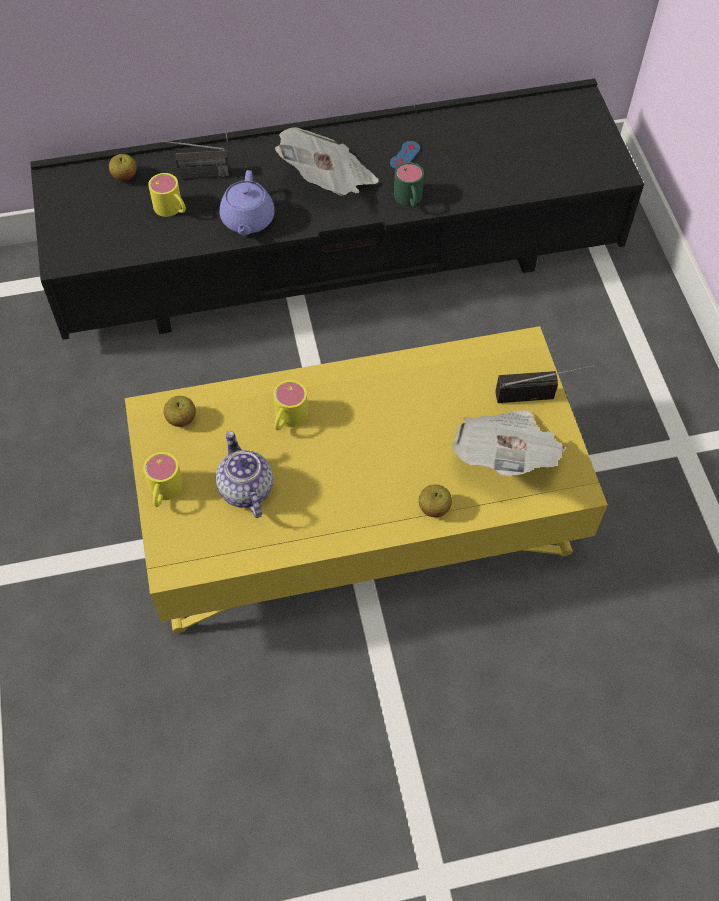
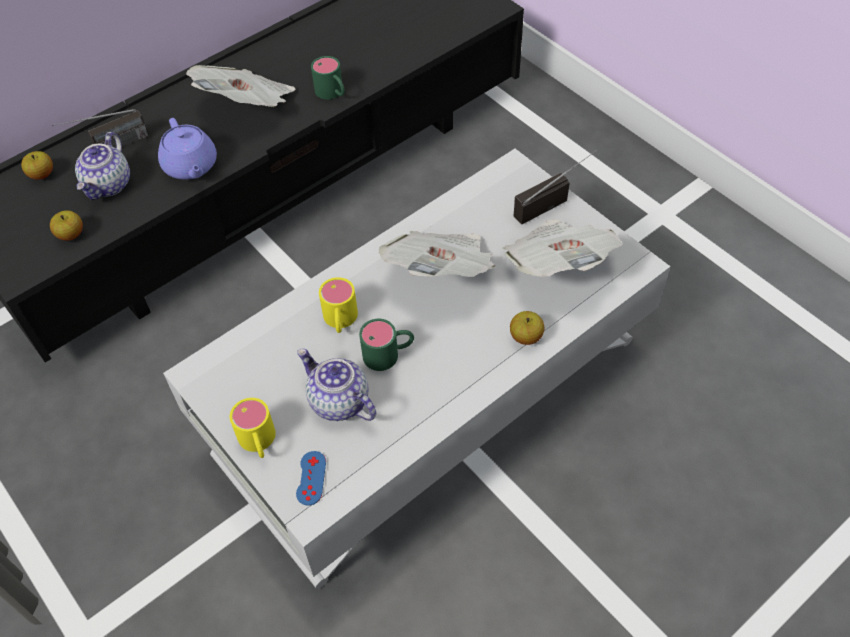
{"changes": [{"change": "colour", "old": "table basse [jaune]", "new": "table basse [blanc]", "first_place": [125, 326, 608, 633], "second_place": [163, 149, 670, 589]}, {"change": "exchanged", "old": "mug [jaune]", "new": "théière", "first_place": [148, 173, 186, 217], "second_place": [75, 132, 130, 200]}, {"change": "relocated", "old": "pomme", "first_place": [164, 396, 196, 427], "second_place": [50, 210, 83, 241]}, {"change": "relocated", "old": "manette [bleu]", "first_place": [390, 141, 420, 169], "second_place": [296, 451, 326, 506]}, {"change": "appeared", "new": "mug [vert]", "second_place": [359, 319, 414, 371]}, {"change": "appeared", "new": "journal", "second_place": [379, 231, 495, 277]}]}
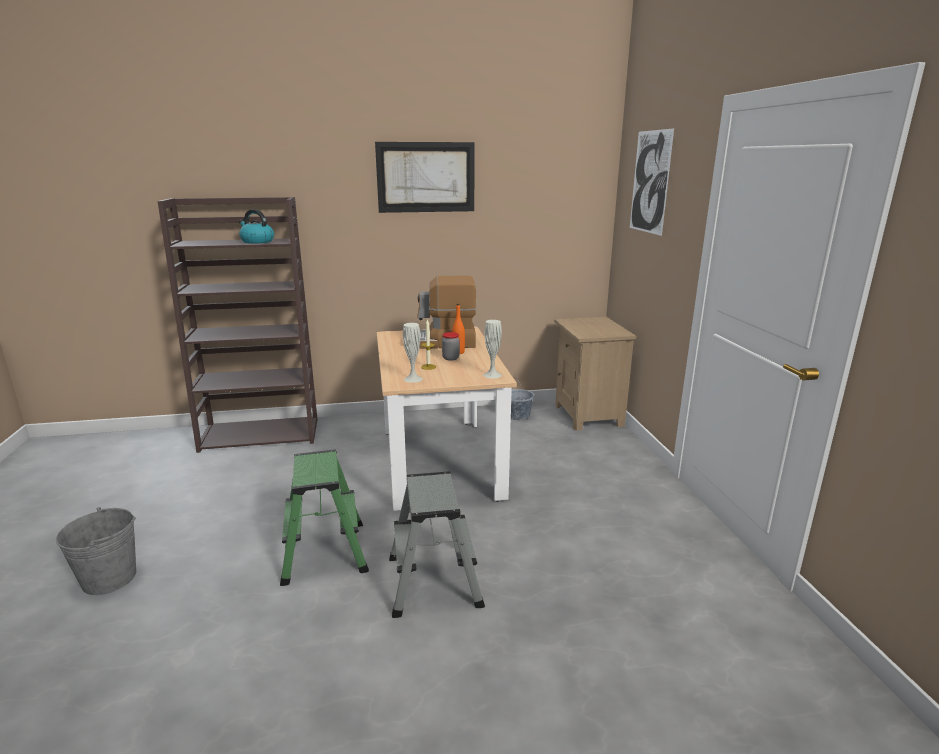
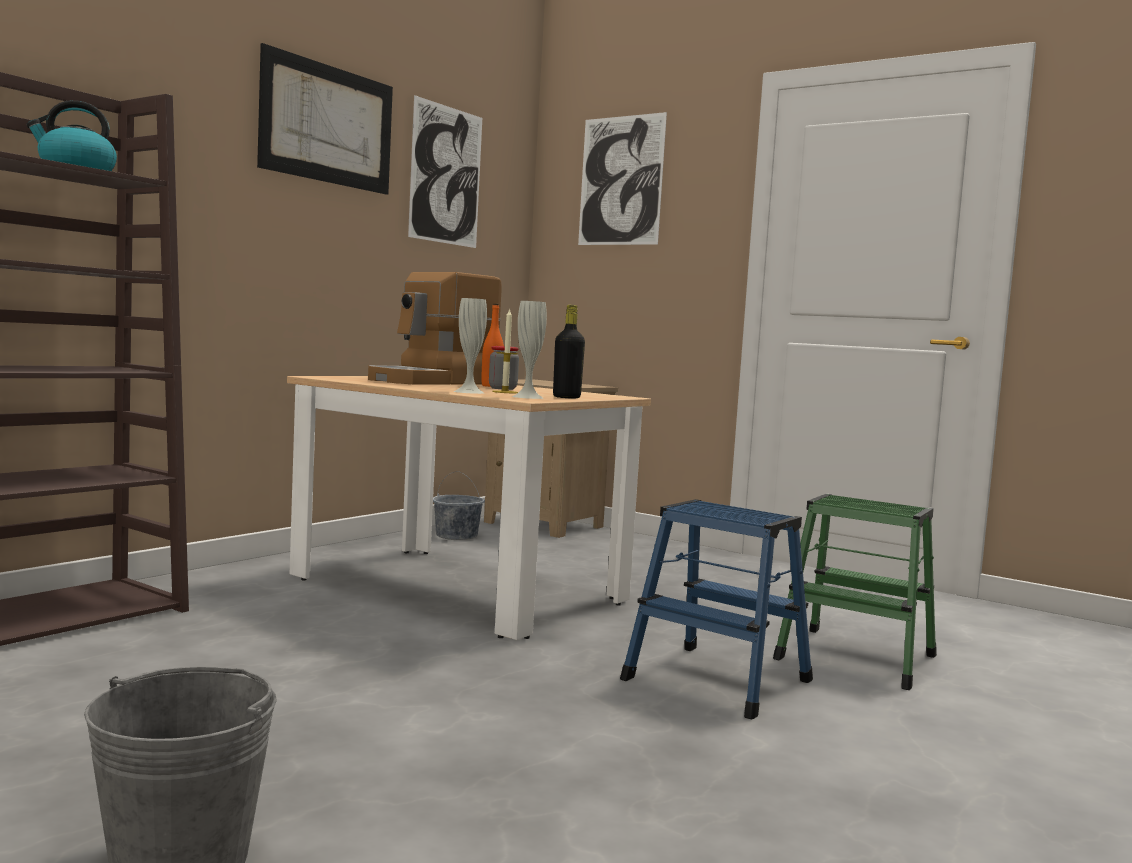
{"changes": [{"change": "relocated", "old": "escabeau [vert]", "first_place": [280, 449, 369, 586], "second_place": [773, 494, 937, 690]}, {"change": "colour", "old": "escabeau [gris]", "new": "escabeau [bleu]", "first_place": [389, 471, 485, 618], "second_place": [620, 499, 813, 719]}, {"change": "relocated", "old": "vase [blanc]", "first_place": [483, 320, 502, 378], "second_place": [454, 298, 487, 394]}, {"change": "appeared", "new": "tableau", "second_place": [408, 95, 482, 248]}, {"change": "appeared", "new": "bouteille [noir]", "second_place": [553, 305, 585, 398]}]}
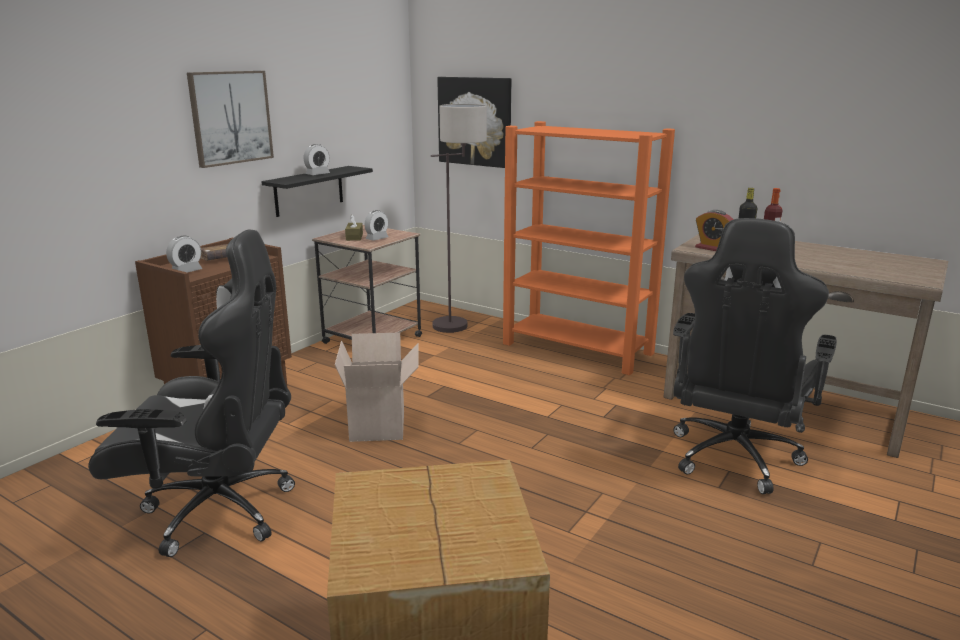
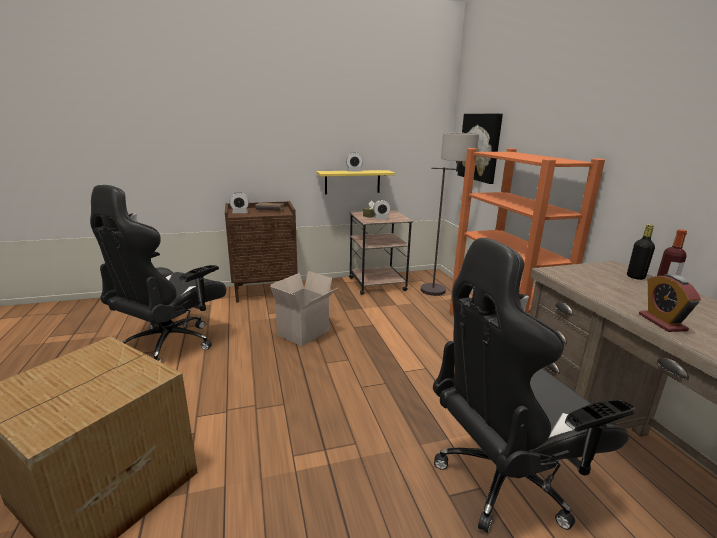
{"changes": [{"change": "spun", "old": "chaise de bureau [noir]", "first_place": [88, 230, 295, 557], "second_place": [90, 185, 226, 362], "degrees": 75}, {"change": "missing", "old": "tableau", "first_place": [187, 71, 274, 168]}, {"change": "colour", "old": "étagère [noir]", "new": "étagère [jaune]", "first_place": [261, 166, 373, 217], "second_place": [316, 170, 395, 194]}, {"change": "relocated", "old": "réveil", "first_place": [695, 210, 734, 251], "second_place": [639, 274, 701, 332]}]}
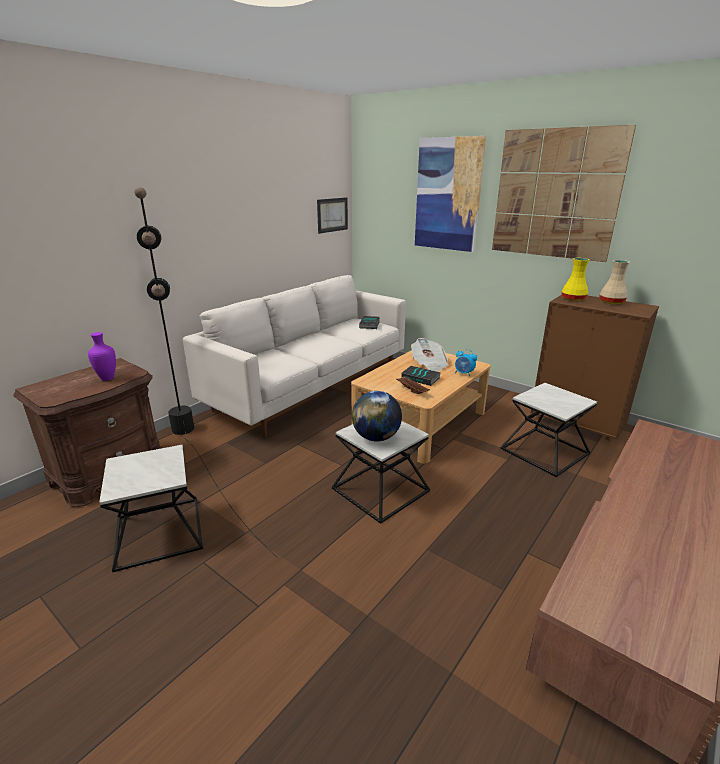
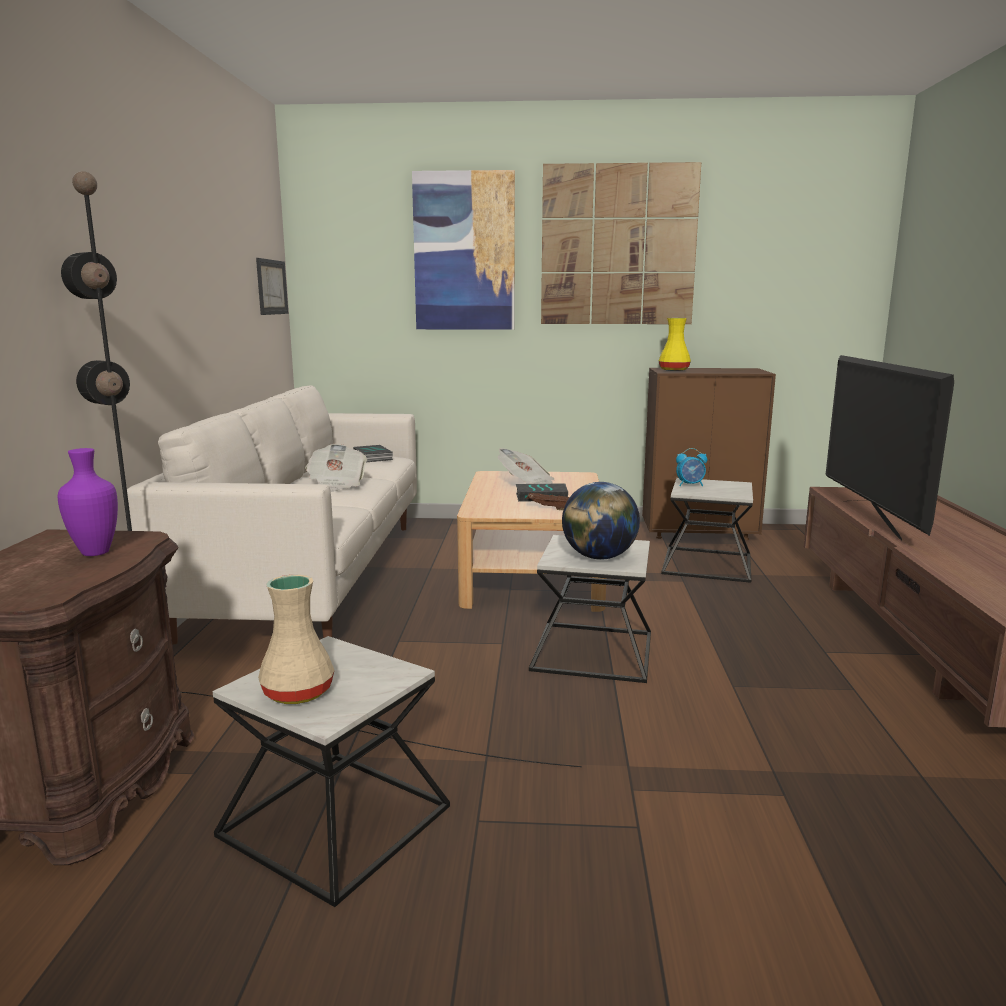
{"changes": [{"change": "relocated", "old": "réveil", "first_place": [455, 349, 477, 376], "second_place": [676, 448, 707, 486]}, {"change": "relocated", "old": "vase [beige]", "first_place": [599, 260, 630, 304], "second_place": [258, 575, 334, 704]}, {"change": "appeared", "new": "journal", "second_place": [305, 444, 367, 492]}, {"change": "appeared", "new": "téléviseur", "second_place": [826, 355, 954, 540]}]}
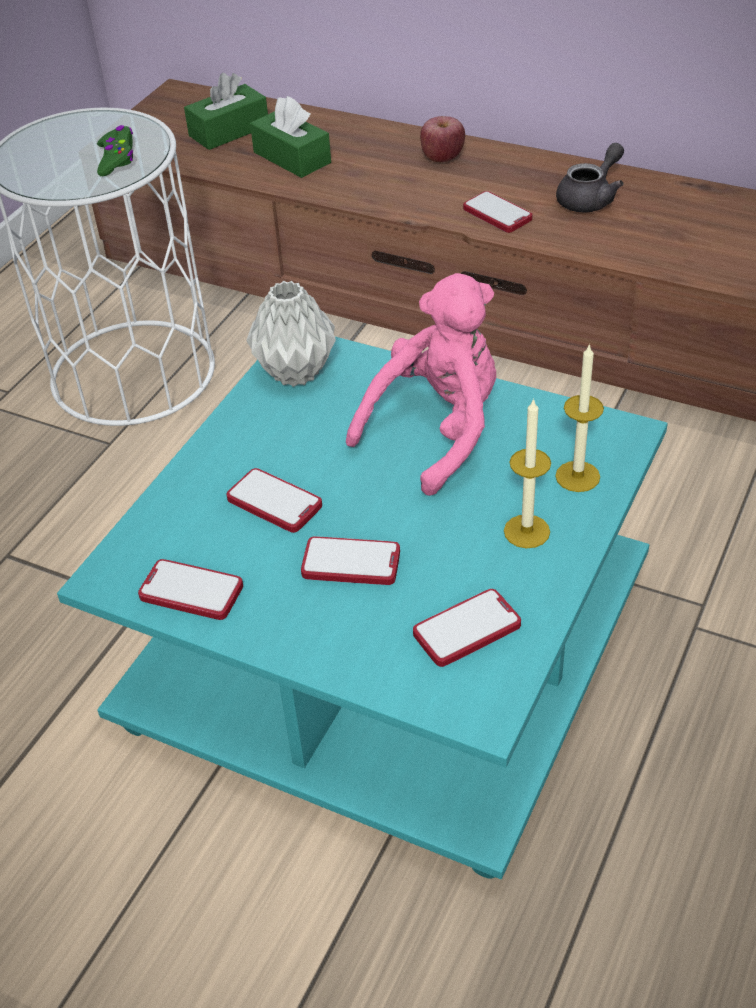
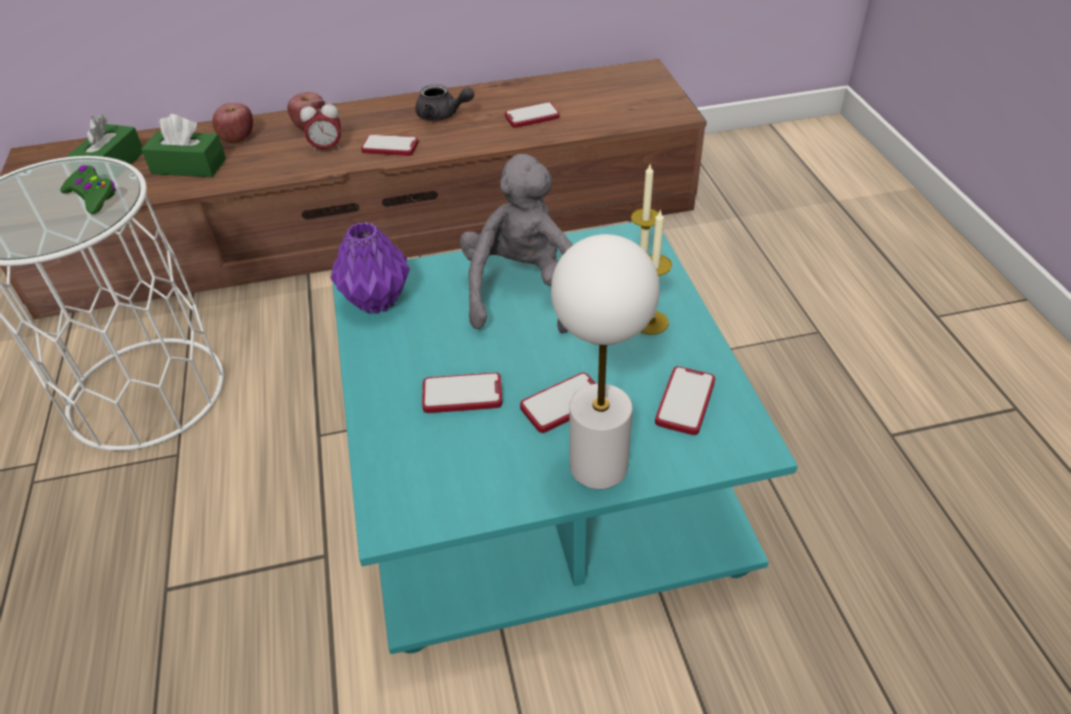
{"changes": [{"change": "relocated", "old": "téléphone", "first_place": [138, 559, 243, 620], "second_place": [505, 102, 560, 128]}, {"change": "colour", "old": "vase [gris]", "new": "vase [violet]", "first_place": [246, 281, 336, 387], "second_place": [330, 222, 410, 314]}, {"change": "colour", "old": "peluche [rose]", "new": "peluche [gris]", "first_place": [346, 273, 496, 496], "second_place": [460, 154, 573, 333]}, {"change": "spun", "old": "théière [gris]", "first_place": [556, 143, 624, 212], "second_place": [415, 84, 474, 121], "degrees": 105}, {"change": "appeared", "new": "pomme", "second_place": [212, 103, 253, 143]}, {"change": "appeared", "new": "réveil", "second_place": [300, 99, 341, 153]}, {"change": "appeared", "new": "lampe de table [blanc]", "second_place": [551, 234, 660, 489]}]}
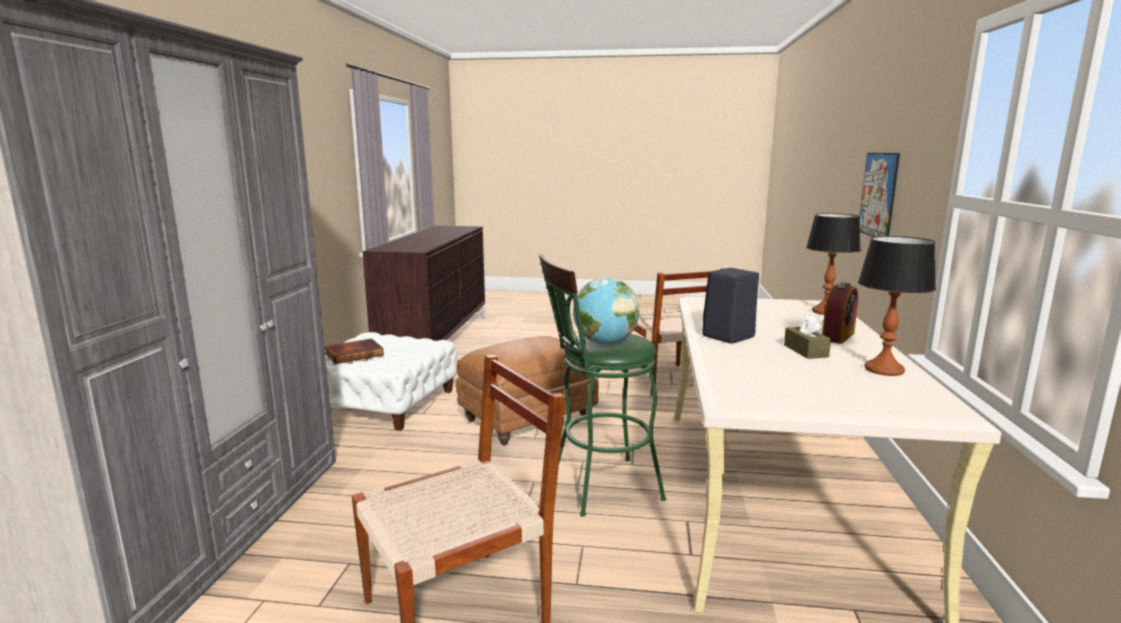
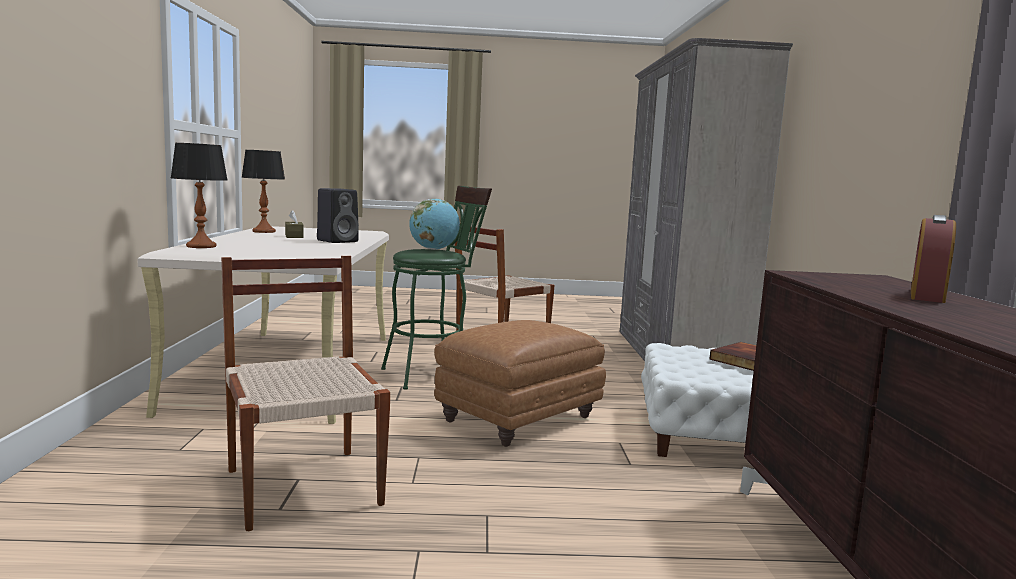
{"changes": [{"change": "relocated", "old": "réveil", "first_place": [822, 282, 858, 344], "second_place": [911, 215, 956, 303]}, {"change": "missing", "old": "tableau", "first_place": [859, 153, 900, 237]}]}
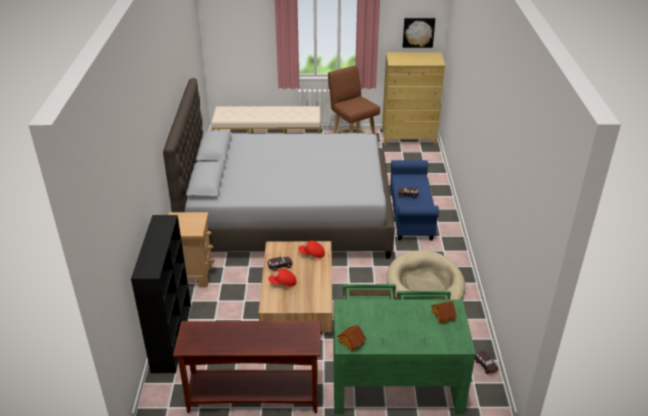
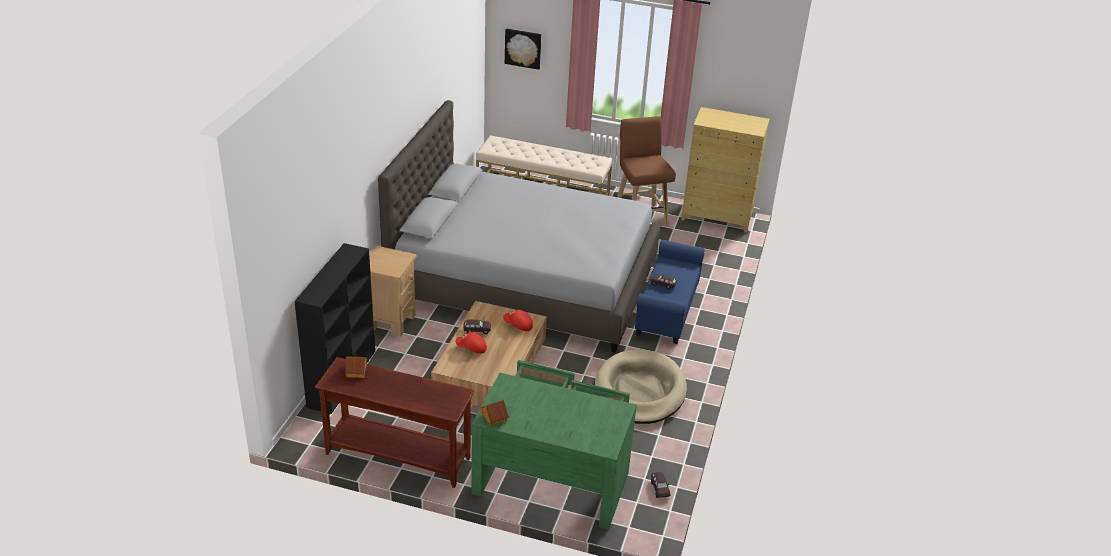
{"changes": [{"change": "relocated", "old": "tableau", "first_place": [402, 18, 435, 48], "second_place": [505, 28, 541, 70]}, {"change": "relocated", "old": "maison miniature", "first_place": [431, 301, 457, 324], "second_place": [345, 357, 367, 378]}]}
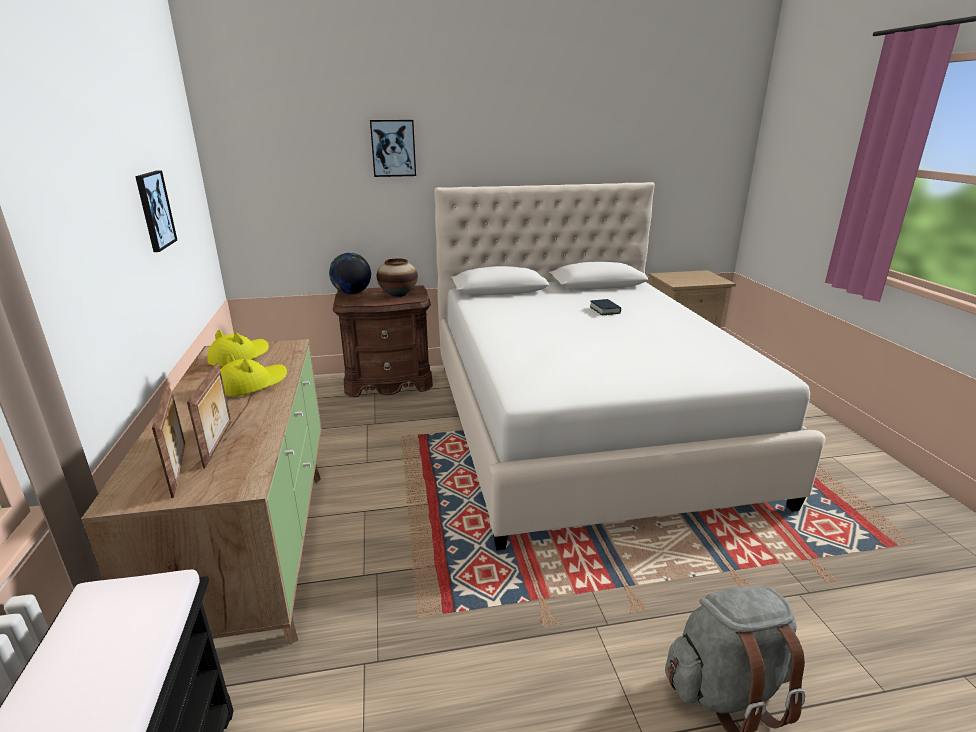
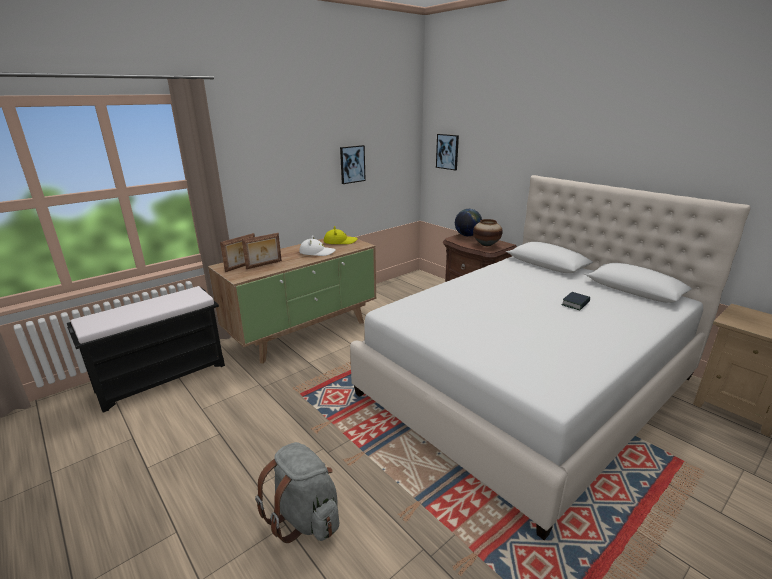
{"changes": [{"change": "colour", "old": "chapeau [jaune]", "new": "chapeau [blanc]", "first_place": [220, 354, 287, 396], "second_place": [299, 235, 336, 256]}, {"change": "relocated", "old": "tableau", "first_place": [370, 120, 416, 177], "second_place": [436, 134, 459, 170]}]}
